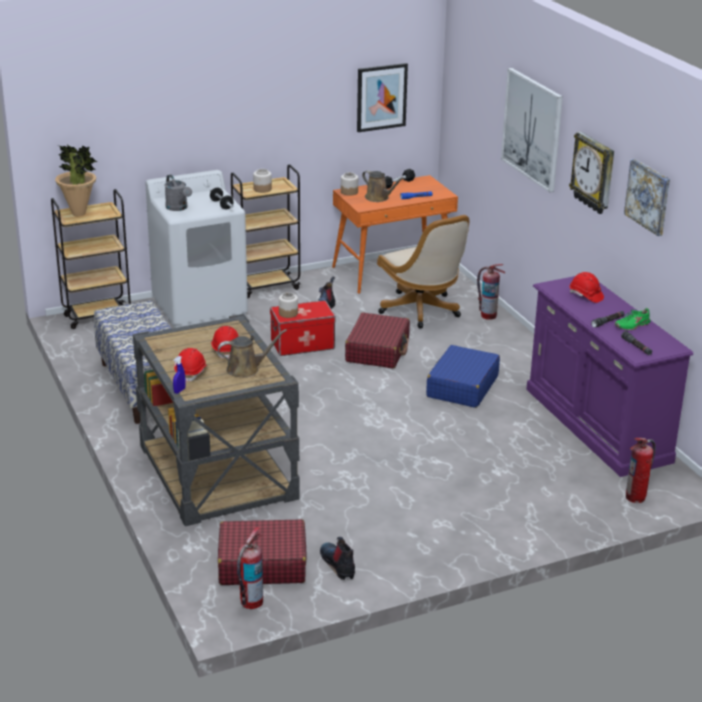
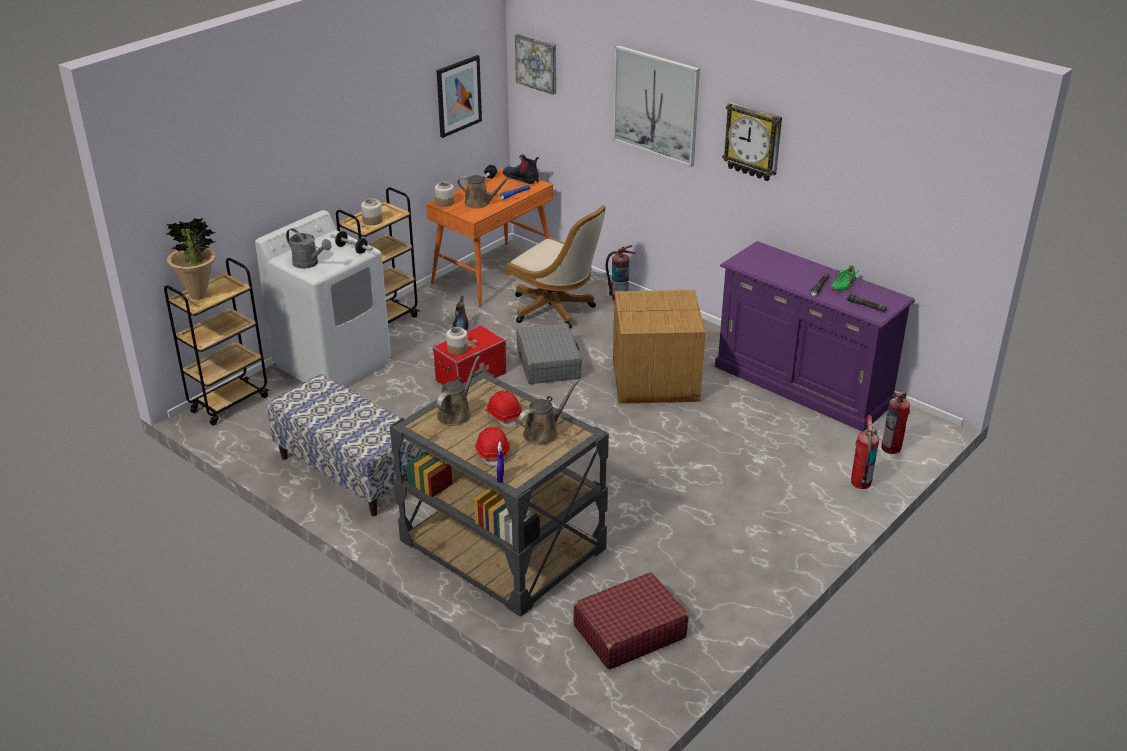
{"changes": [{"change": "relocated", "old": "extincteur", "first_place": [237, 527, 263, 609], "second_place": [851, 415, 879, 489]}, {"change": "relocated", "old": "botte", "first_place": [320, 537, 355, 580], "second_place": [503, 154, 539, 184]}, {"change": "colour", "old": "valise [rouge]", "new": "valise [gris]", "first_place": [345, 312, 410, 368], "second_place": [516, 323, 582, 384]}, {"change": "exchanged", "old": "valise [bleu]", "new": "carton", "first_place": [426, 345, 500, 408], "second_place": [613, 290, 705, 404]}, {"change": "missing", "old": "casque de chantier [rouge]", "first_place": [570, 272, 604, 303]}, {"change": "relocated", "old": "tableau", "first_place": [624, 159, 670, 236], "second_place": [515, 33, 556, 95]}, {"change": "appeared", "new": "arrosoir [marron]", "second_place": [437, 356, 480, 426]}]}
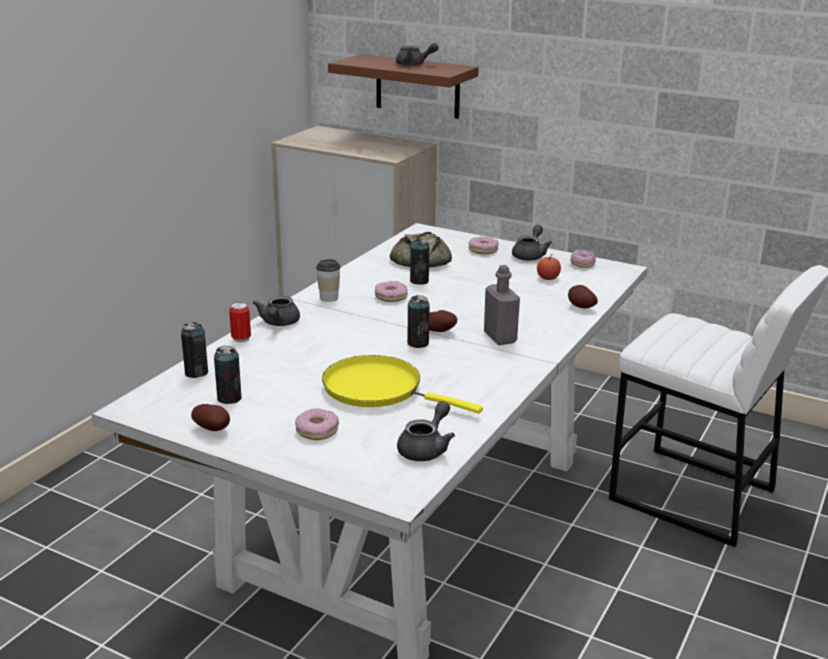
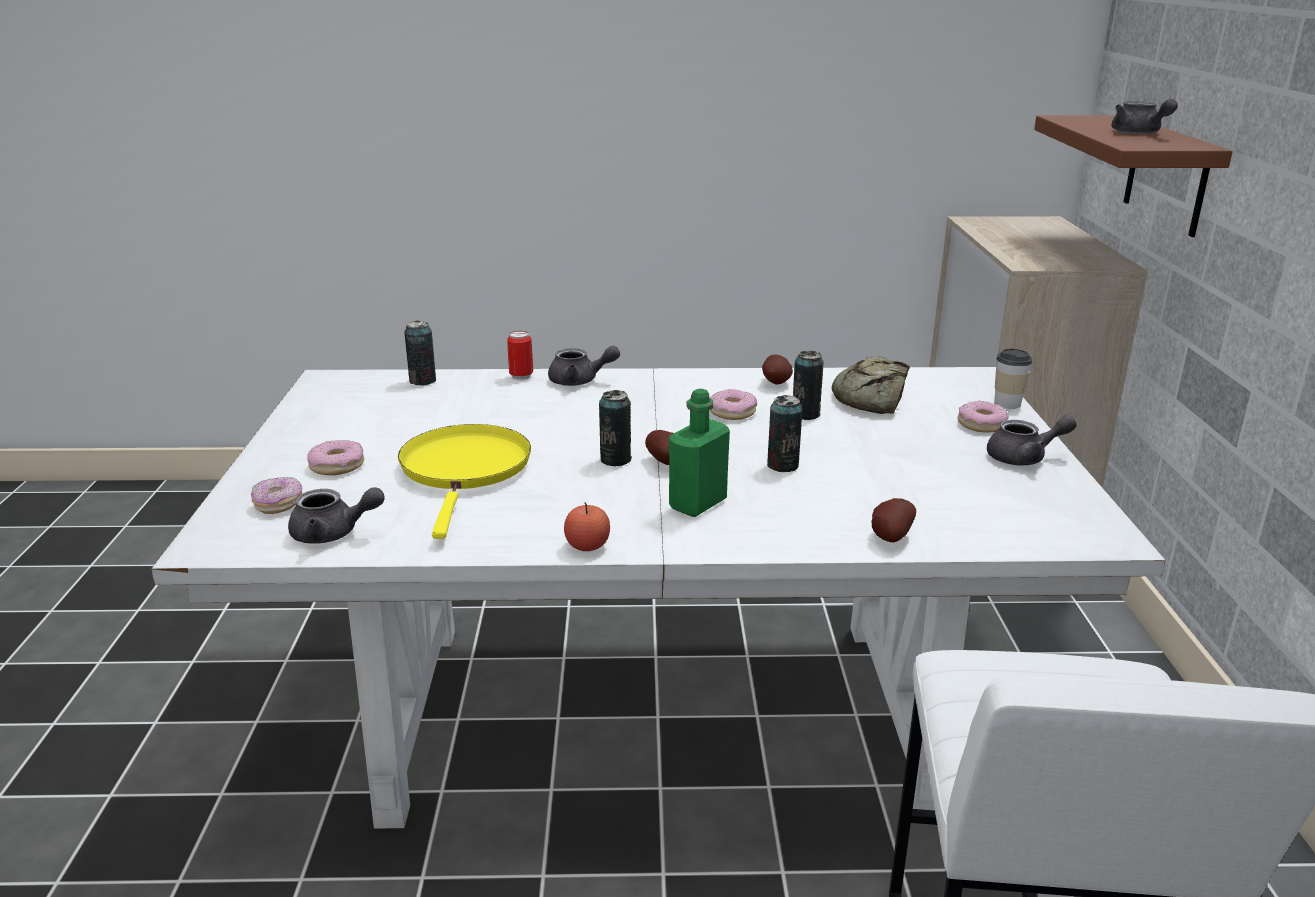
{"changes": [{"change": "relocated", "old": "pomme de terre", "first_place": [191, 404, 230, 431], "second_place": [762, 354, 793, 385]}, {"change": "relocated", "old": "boîte métallique", "first_place": [214, 346, 242, 404], "second_place": [767, 395, 802, 472]}, {"change": "spun", "old": "théière [gris]", "first_place": [253, 296, 300, 326], "second_place": [548, 346, 620, 386], "degrees": -150}, {"change": "relocated", "old": "tasse", "first_place": [316, 259, 340, 302], "second_place": [994, 348, 1032, 409]}, {"change": "colour", "old": "bouteille [gris]", "new": "bouteille [vert]", "first_place": [484, 265, 520, 345], "second_place": [669, 388, 730, 517]}, {"change": "relocated", "old": "pomme", "first_place": [537, 254, 561, 280], "second_place": [564, 502, 610, 551]}, {"change": "relocated", "old": "beignet", "first_place": [570, 250, 596, 268], "second_place": [251, 477, 303, 514]}]}
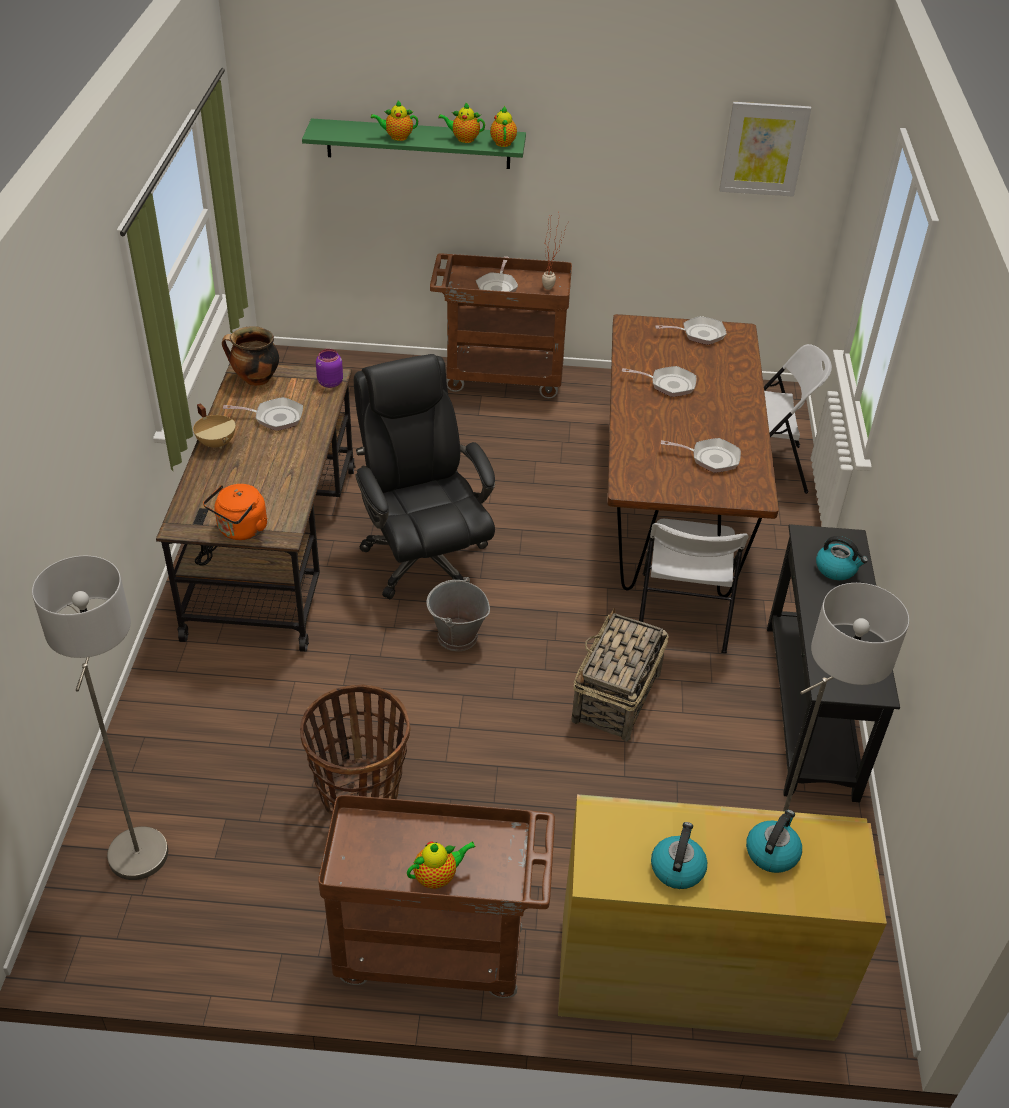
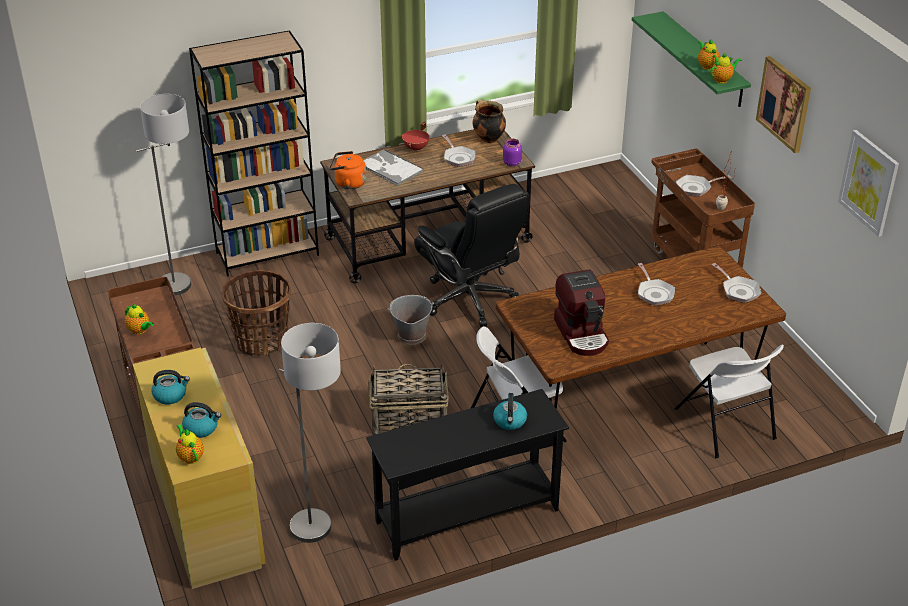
{"changes": [{"change": "colour", "old": "marmite [beige]", "new": "marmite [rouge]", "first_place": [193, 403, 235, 449], "second_place": [402, 121, 429, 152]}, {"change": "spun", "old": "chaise de bureau [noir]", "first_place": [354, 354, 495, 599], "second_place": [414, 184, 529, 327], "degrees": 105}, {"change": "relocated", "old": "théière", "first_place": [371, 101, 418, 141], "second_place": [176, 424, 204, 464]}, {"change": "exchanged", "old": "poêle", "new": "machine à café", "first_place": [661, 438, 741, 473], "second_place": [554, 269, 609, 356]}, {"change": "appeared", "new": "bibliothèque [beige]", "second_place": [189, 30, 319, 276]}, {"change": "appeared", "new": "plateau", "second_place": [363, 149, 424, 186]}, {"change": "appeared", "new": "tableau", "second_place": [756, 56, 811, 153]}]}
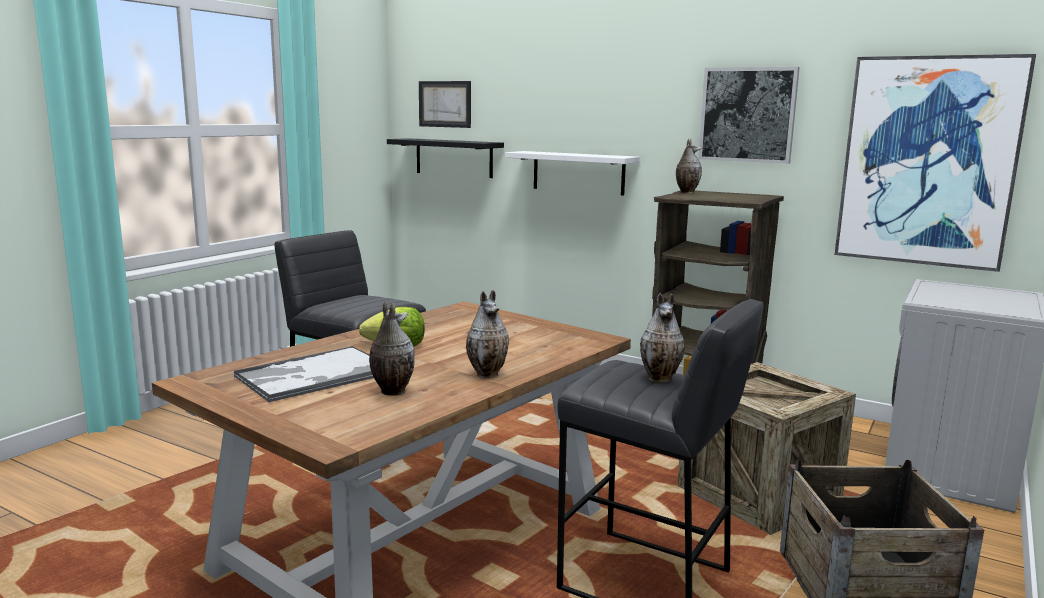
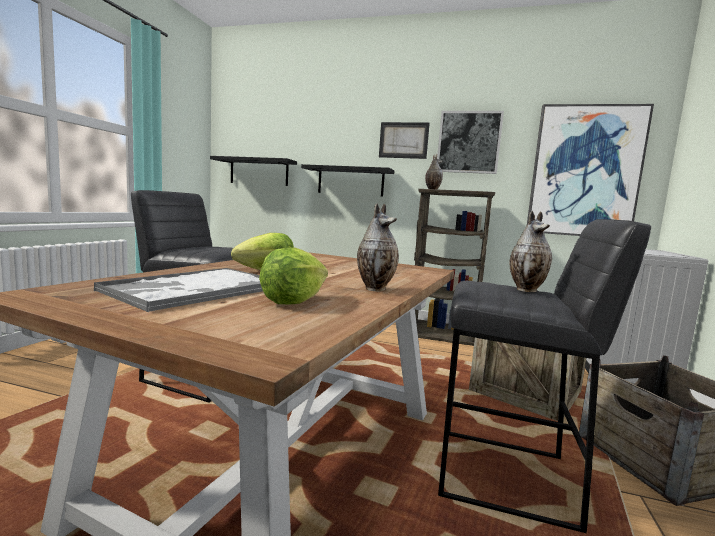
{"changes": [{"change": "exchanged", "old": "vase", "new": "laitue", "first_place": [369, 302, 415, 396], "second_place": [259, 248, 328, 305]}, {"change": "relocated", "old": "tableau", "first_place": [419, 81, 471, 128], "second_place": [379, 122, 430, 159]}, {"change": "colour", "old": "étagère [blanc]", "new": "étagère [noir]", "first_place": [505, 151, 640, 196], "second_place": [301, 164, 395, 197]}]}
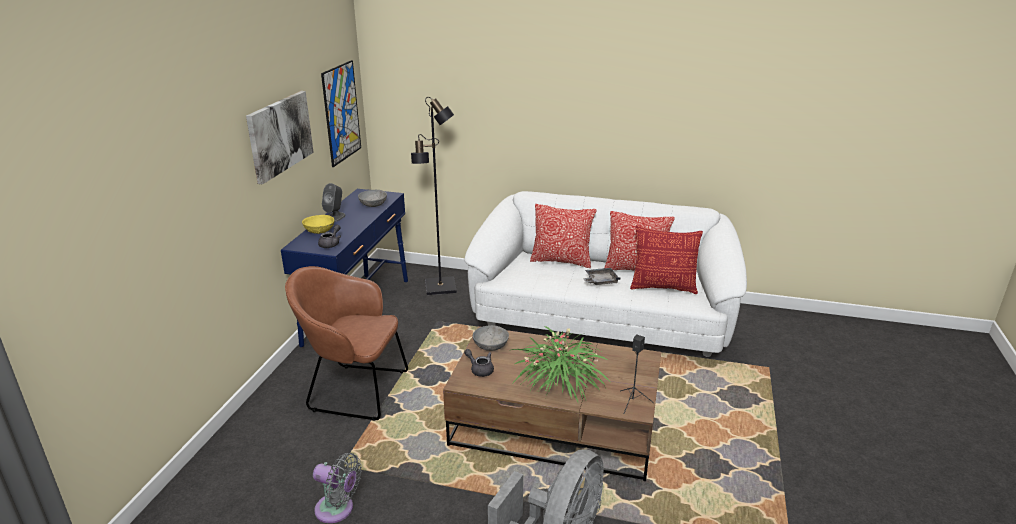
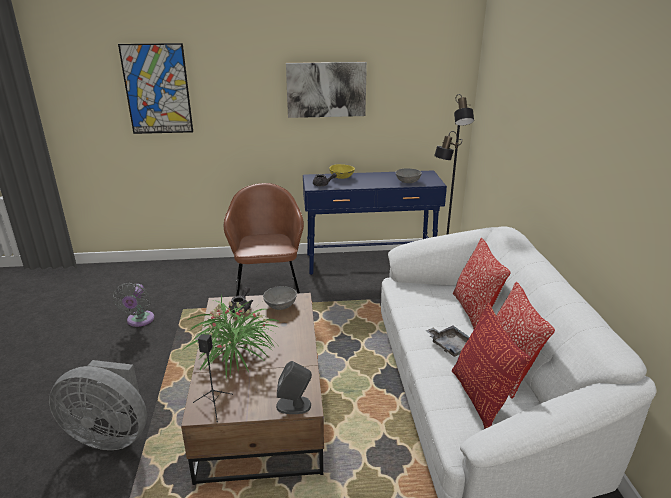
{"changes": [{"change": "relocated", "old": "tableau", "first_place": [321, 60, 361, 167], "second_place": [118, 43, 193, 134]}, {"change": "relocated", "old": "enceinte [gris]", "first_place": [322, 183, 346, 222], "second_place": [276, 361, 312, 414]}]}
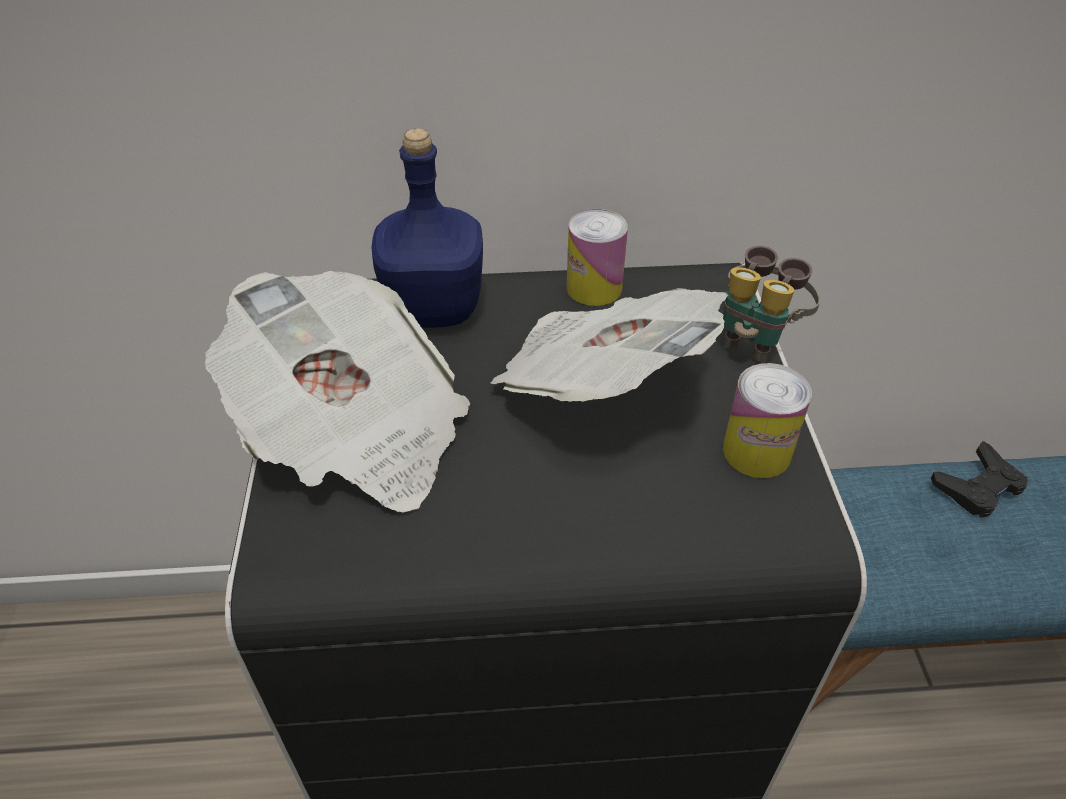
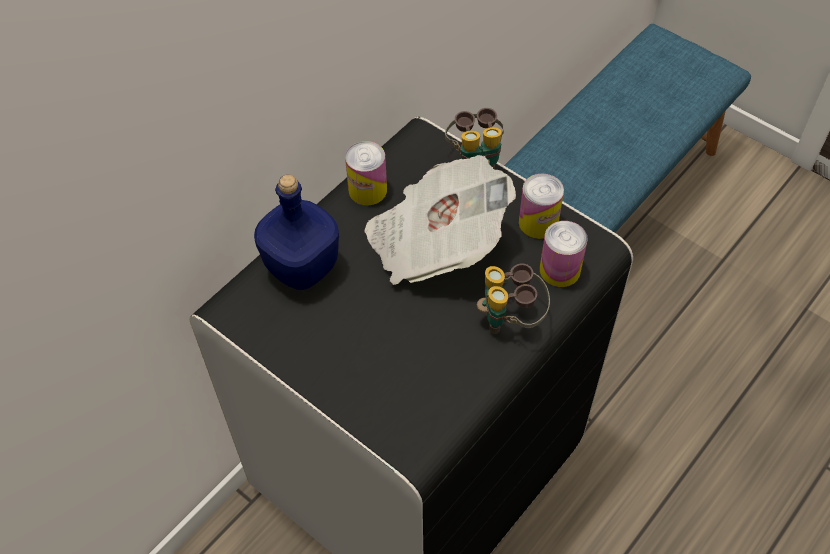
{"changes": [{"change": "missing", "old": "journal", "first_place": [205, 271, 470, 513]}, {"change": "missing", "old": "manette [noir]", "first_place": [931, 441, 1028, 517]}, {"change": "appeared", "new": "jumelles", "second_place": [477, 264, 550, 334]}, {"change": "appeared", "new": "boîte métallique", "second_place": [540, 221, 588, 287]}]}
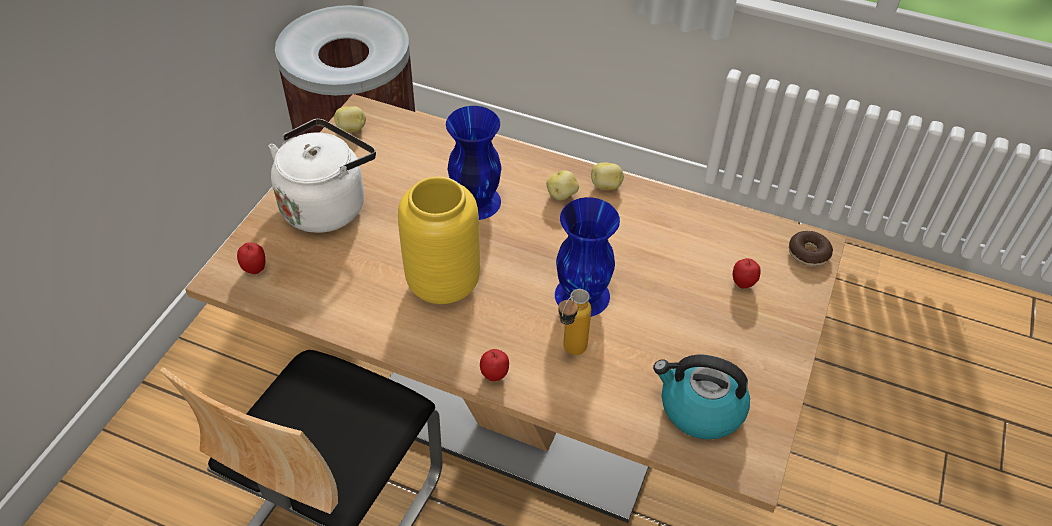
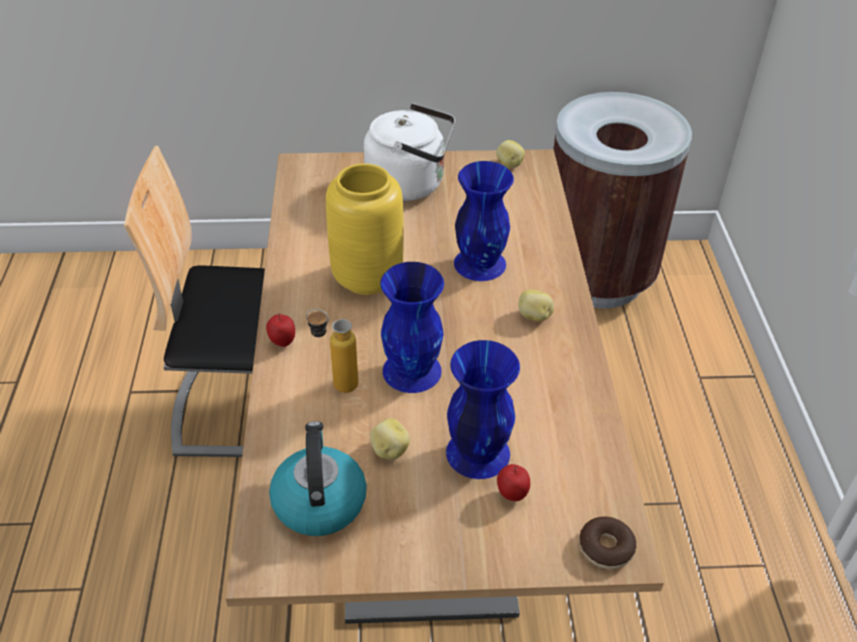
{"changes": [{"change": "missing", "old": "pomme", "first_place": [237, 242, 265, 274]}, {"change": "relocated", "old": "pomme de terre", "first_place": [591, 162, 624, 190], "second_place": [370, 419, 410, 459]}, {"change": "appeared", "new": "vase [bleu]", "second_place": [446, 340, 520, 479]}]}
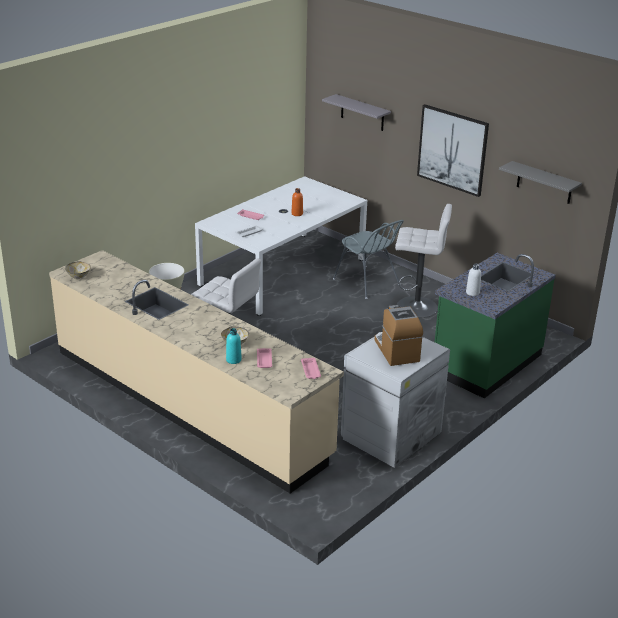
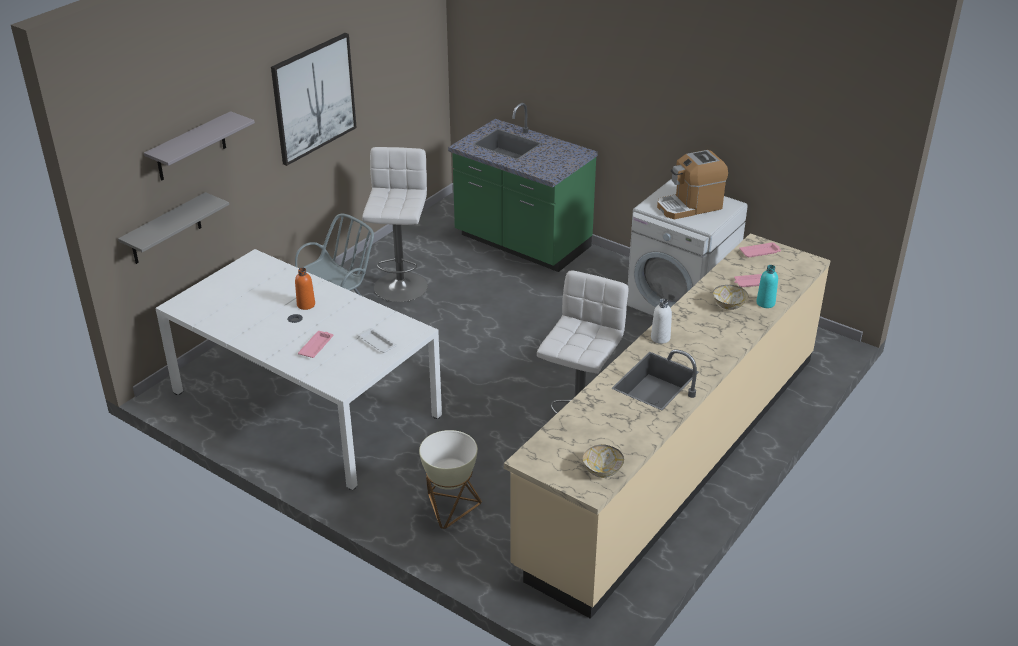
{"changes": [{"change": "relocated", "old": "bouteille [blanc]", "first_place": [466, 263, 481, 296], "second_place": [651, 299, 672, 344]}, {"change": "relocated", "old": "étagère [gris]", "first_place": [499, 161, 582, 204], "second_place": [118, 192, 229, 264]}]}
